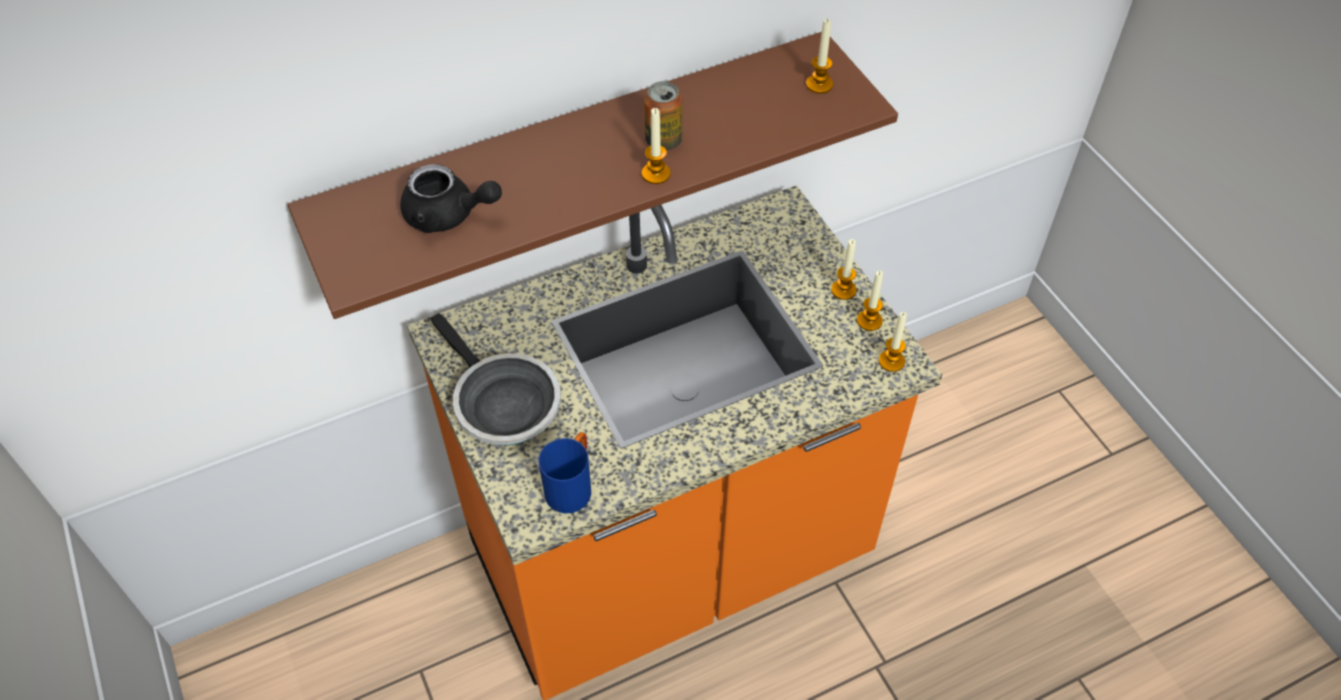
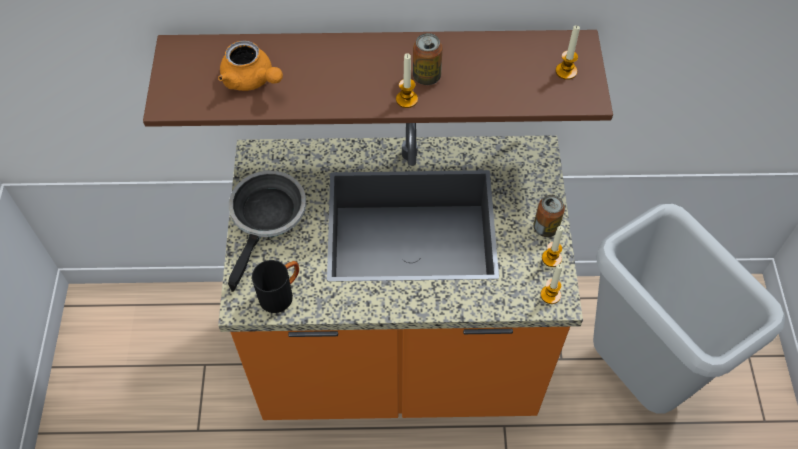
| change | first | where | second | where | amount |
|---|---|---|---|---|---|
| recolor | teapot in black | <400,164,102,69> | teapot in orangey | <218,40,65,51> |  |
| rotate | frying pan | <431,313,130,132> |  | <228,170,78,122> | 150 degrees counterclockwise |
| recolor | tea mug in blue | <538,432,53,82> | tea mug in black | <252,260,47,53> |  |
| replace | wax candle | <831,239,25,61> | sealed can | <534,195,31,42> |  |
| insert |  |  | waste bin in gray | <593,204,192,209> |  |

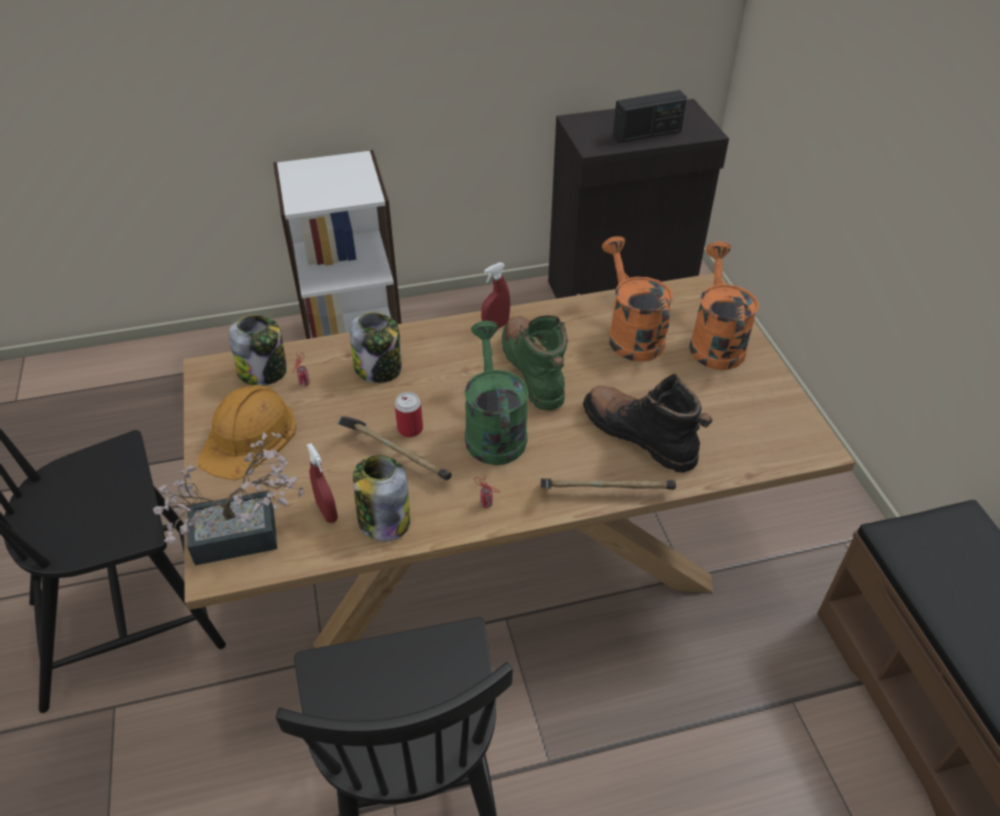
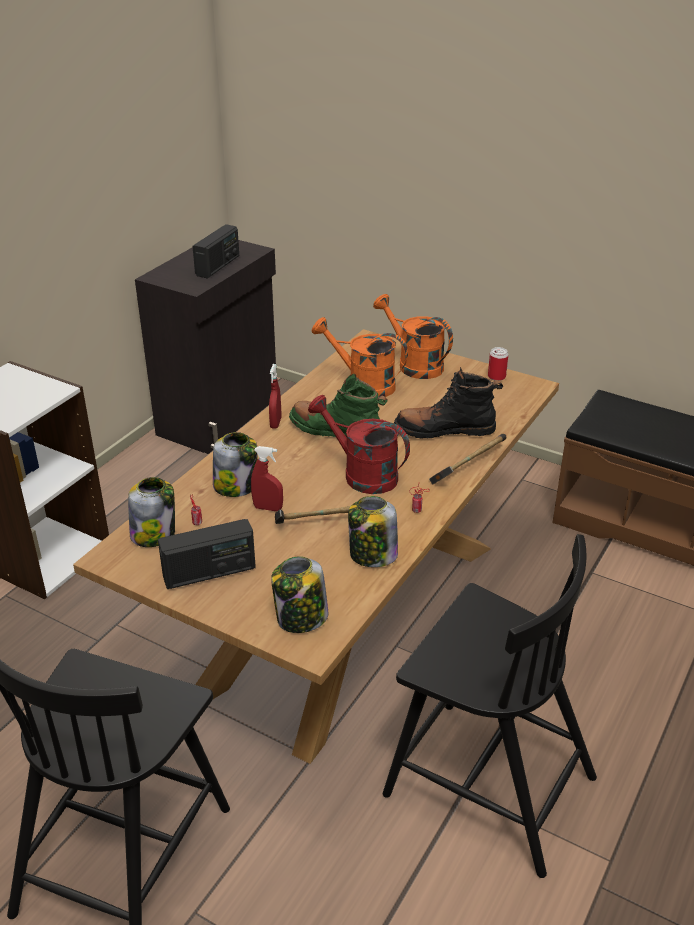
| change | first | where | second | where | amount |
|---|---|---|---|---|---|
| replace | hard hat in orangey | <198,385,98,96> | radio | <158,519,98,70> |  |
| move | sprayer in red-coloured | <307,443,31,80> |  | <251,446,32,65> |  |
| replace | plant in a pot | <153,433,151,132> | preserve jar | <271,556,57,77> |  |
| recolor | watering pot in green | <464,321,65,144> | watering pot in red-coloured | <308,395,102,99> |  |
| move | sealed can | <395,392,28,45> |  | <488,347,20,34> |  |

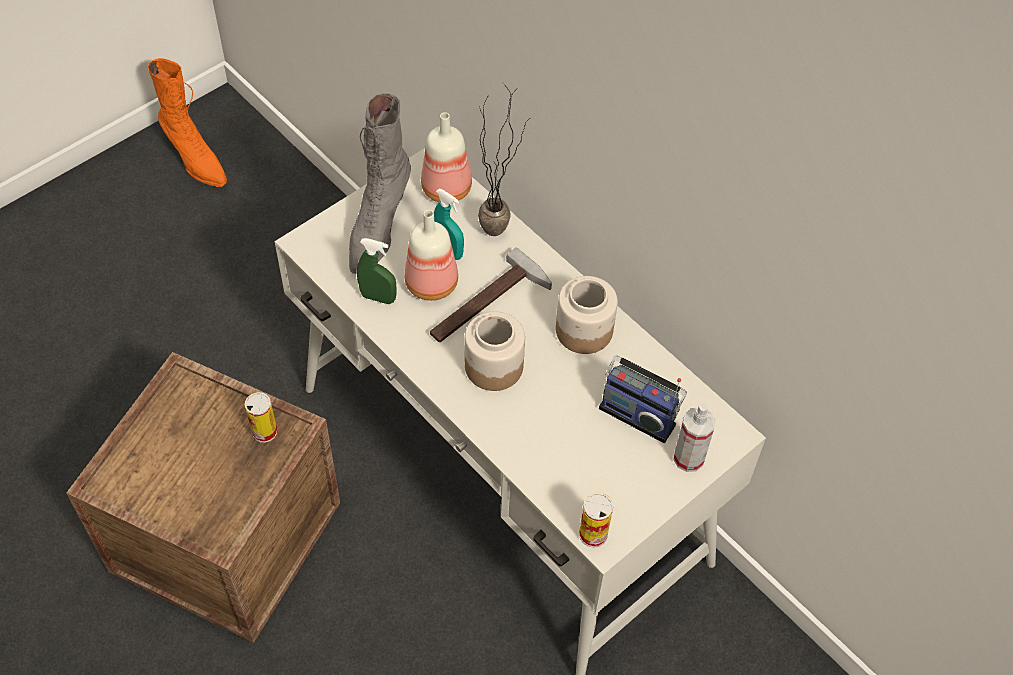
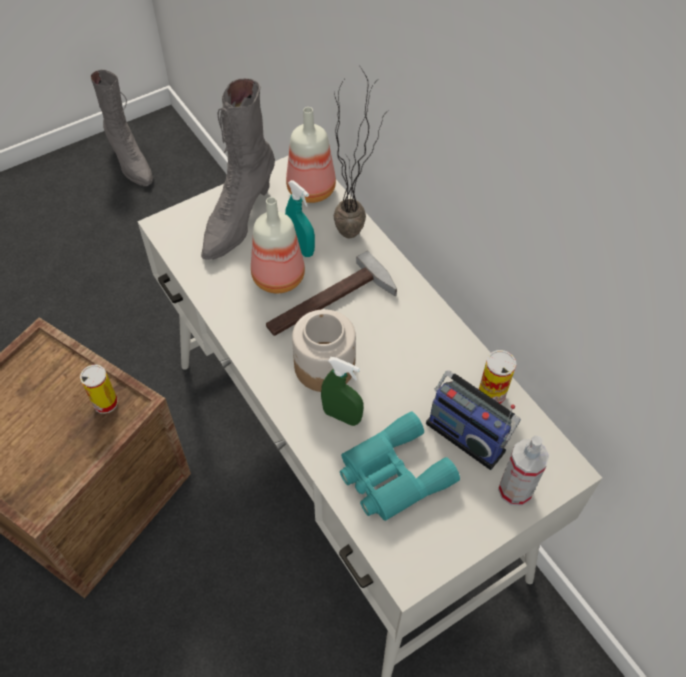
| change | first | where | second | where | amount |
|---|---|---|---|---|---|
| recolor | tall boot in orangey | <147,58,80,129> | tall boot in gray | <90,69,63,117> |  |
| move | sprayer in green | <357,238,39,66> |  | <321,357,43,69> |  |
| insert |  |  | field glasses in blue-green | <340,411,120,110> |  |
| move | sealed can | <579,493,34,55> |  | <479,350,37,54> |  |
| delete | preserve jar | <556,276,62,78> |  |  |  |

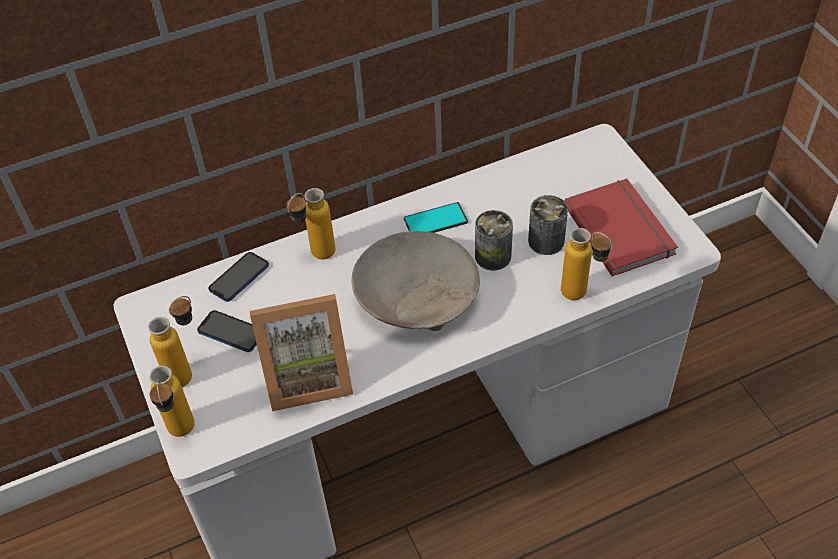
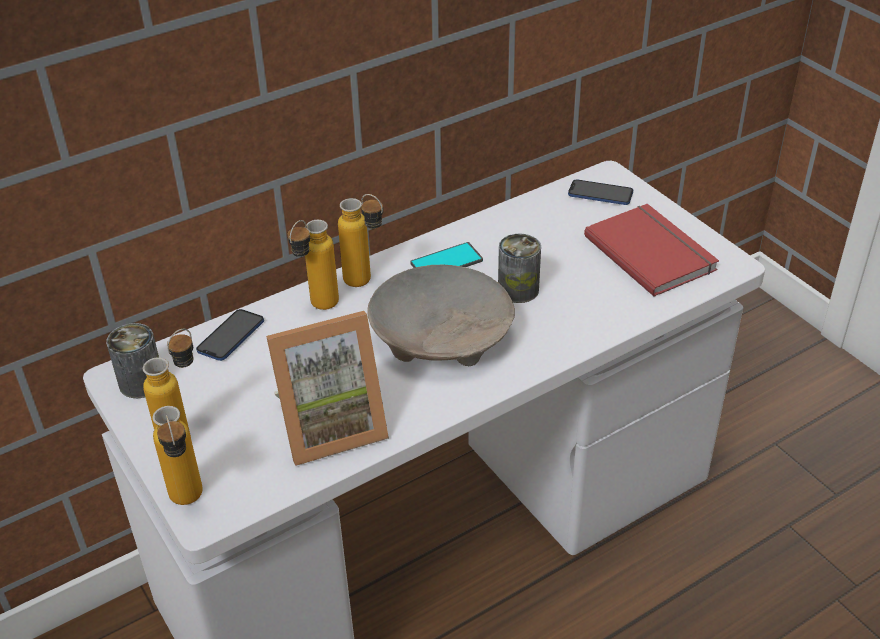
| change | first | where | second | where | amount |
|---|---|---|---|---|---|
| move | sealed can | <528,195,40,60> |  | <106,323,53,75> |  |
| move | beverage bottle | <561,228,51,72> |  | <338,194,45,93> |  |
| move | handset | <197,310,60,42> |  | <568,180,65,25> |  |

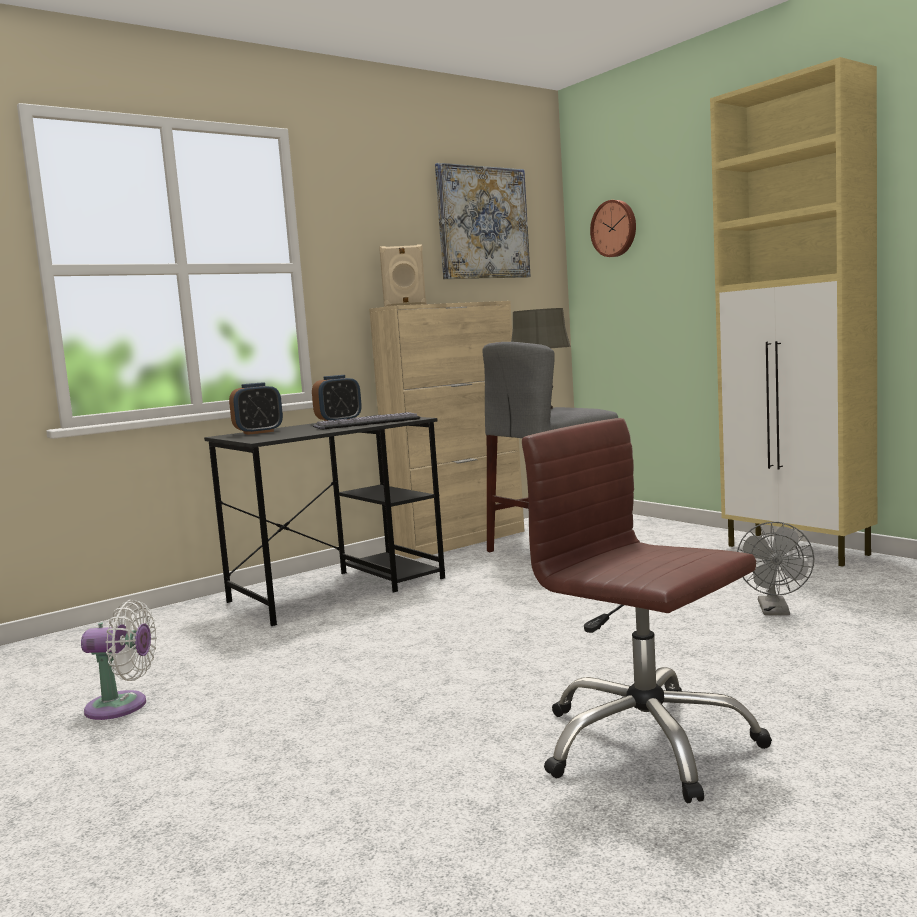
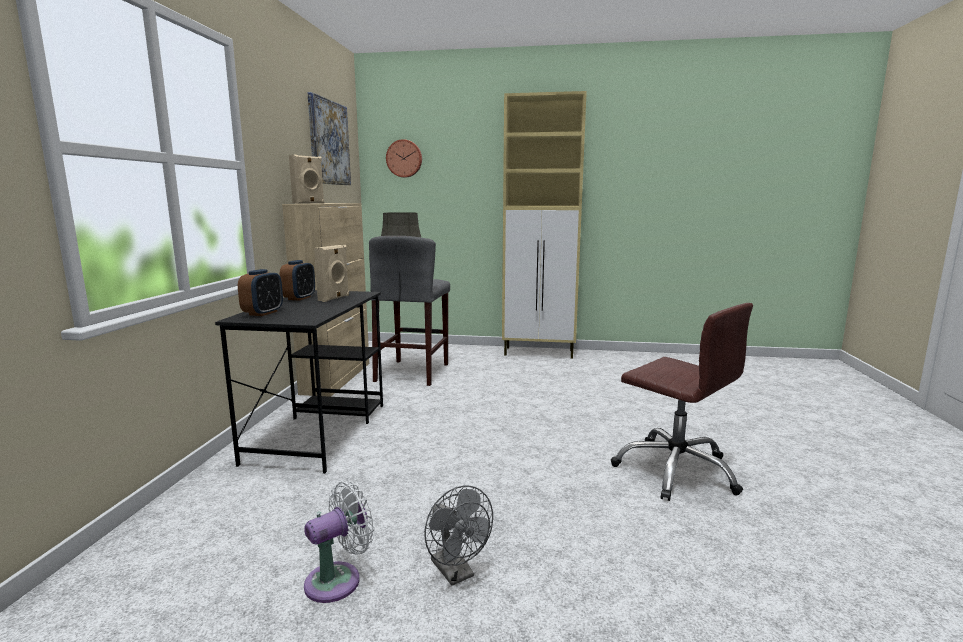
| change | first | where | second | where | amount |
|---|---|---|---|---|---|
| replace | computer keyboard | <313,412,108,17> | speaker in beige | <314,245,35,57> |  |
| move | cooling fan in gray | <737,521,77,94> |  | <424,486,69,100> |  |
| rotate | office chair in brown | <522,418,250,385> |  | <611,303,142,198> | 135 degrees counterclockwise |

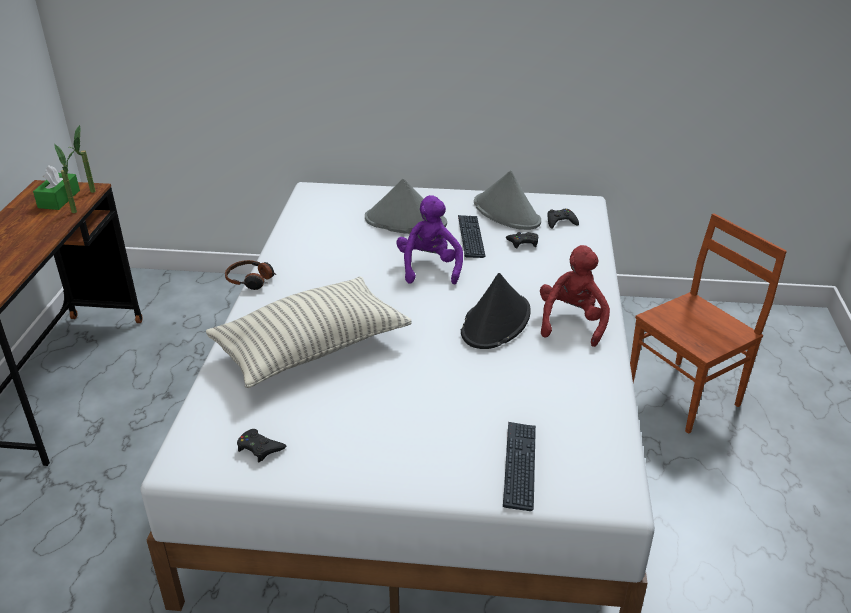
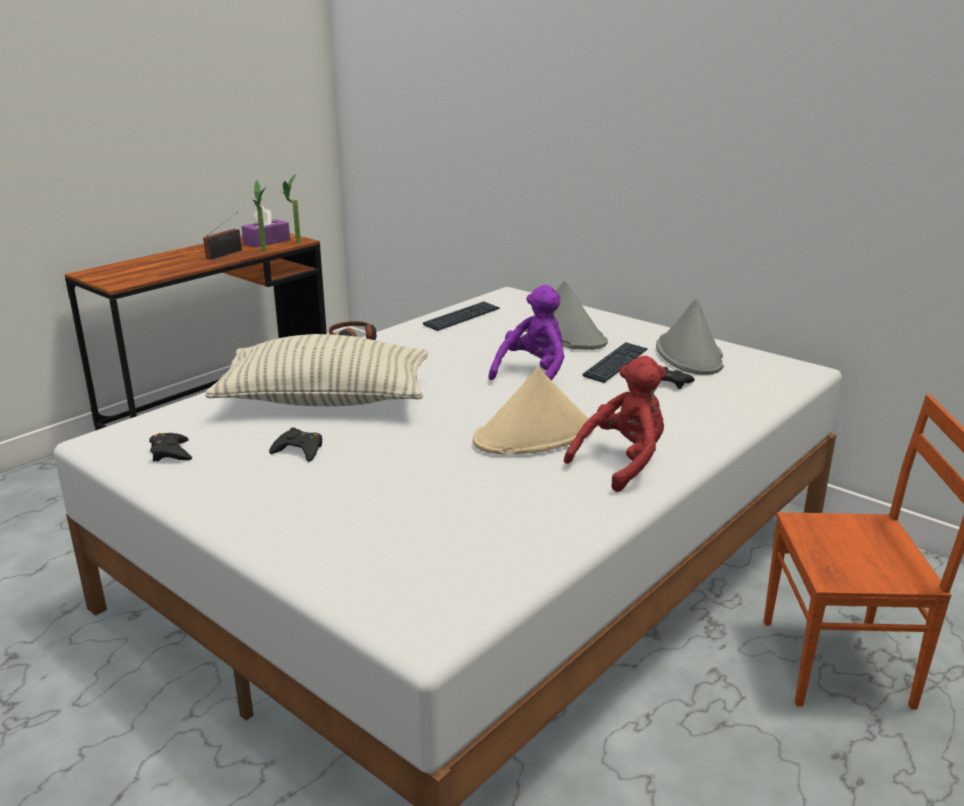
| change | first | where | second | where | amount |
|---|---|---|---|---|---|
| insert |  |  | radio | <203,212,39,48> |  |
| recolor | tissue holder in green | <33,165,47,45> | tissue holder in purple-coloured | <241,206,49,42> |  |
| move | joypad in black | <547,209,32,20> |  | <269,427,53,35> |  |
| move | computer keyboard | <503,422,33,89> |  | <423,301,77,30> |  |
| recolor | hat in black | <461,273,69,76> | hat in beige | <473,367,121,87> |  |

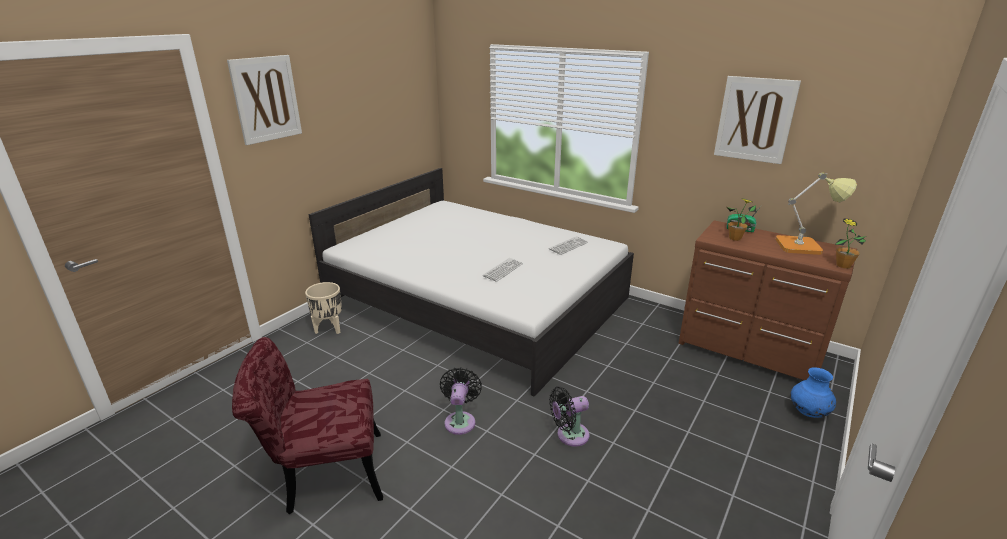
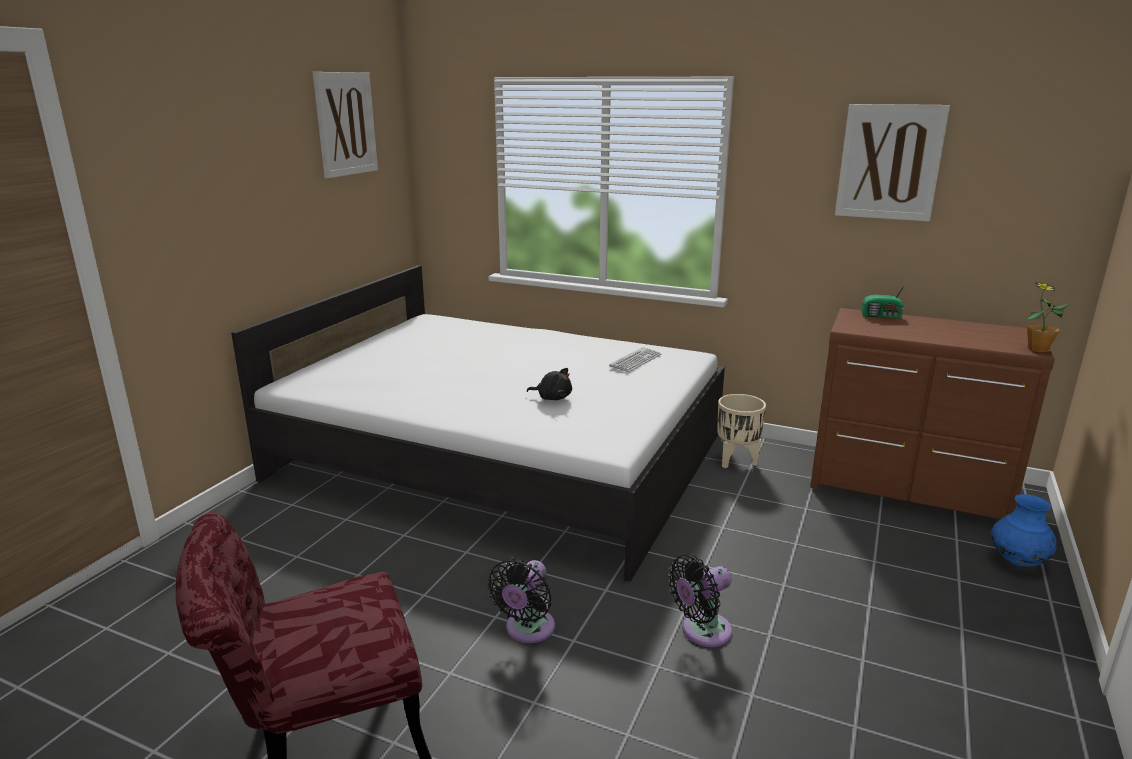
| change | first | where | second | where | amount |
|---|---|---|---|---|---|
| move | wall art | <227,55,75,90> |  | <313,72,65,107> |  |
| rotate | cooling fan in black | <440,367,42,68> |  | <488,559,67,84> | 150 degrees counterclockwise |
| replace | computer keyboard | <483,258,40,24> | plush toy in black | <527,368,45,32> |  |
| move | plant pot in beige | <305,282,37,52> |  | <717,394,49,74> |  |
| delete | plant in a pot | <727,199,29,42> |  |  |  |
| delete | lamp for a table | <775,172,82,83> |  |  |  |

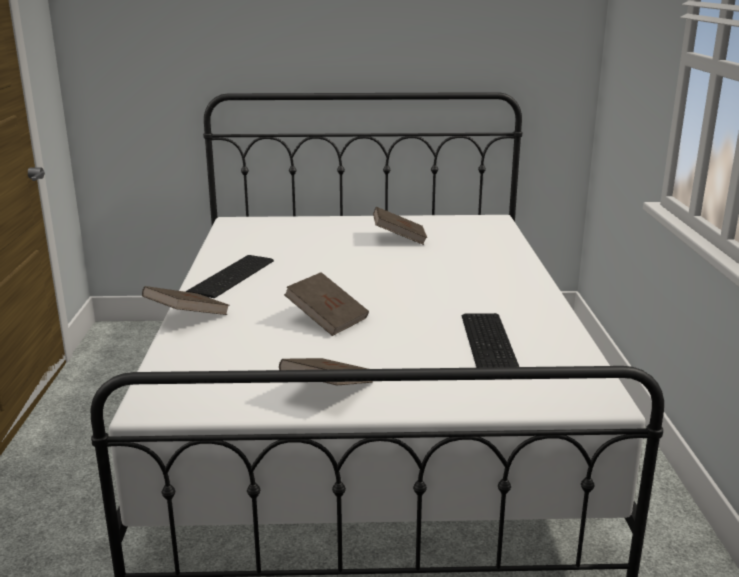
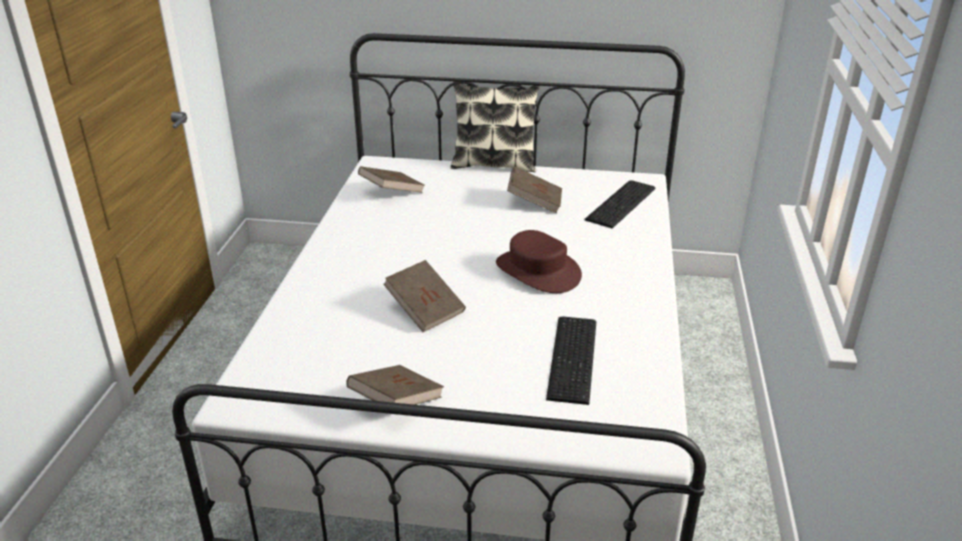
| change | first | where | second | where | amount |
|---|---|---|---|---|---|
| move | bound book in brown | <142,286,88,29> |  | <358,166,66,27> |  |
| insert |  |  | throw pillow | <450,81,90,91> |  |
| insert |  |  | hat in brown | <496,230,86,63> |  |
| move | computer keyboard | <185,255,89,43> |  | <584,180,72,49> |  |

